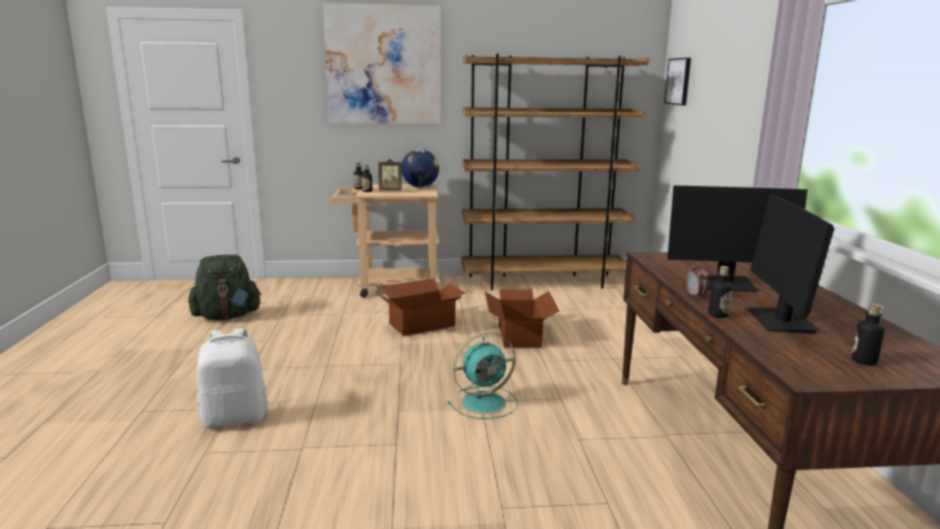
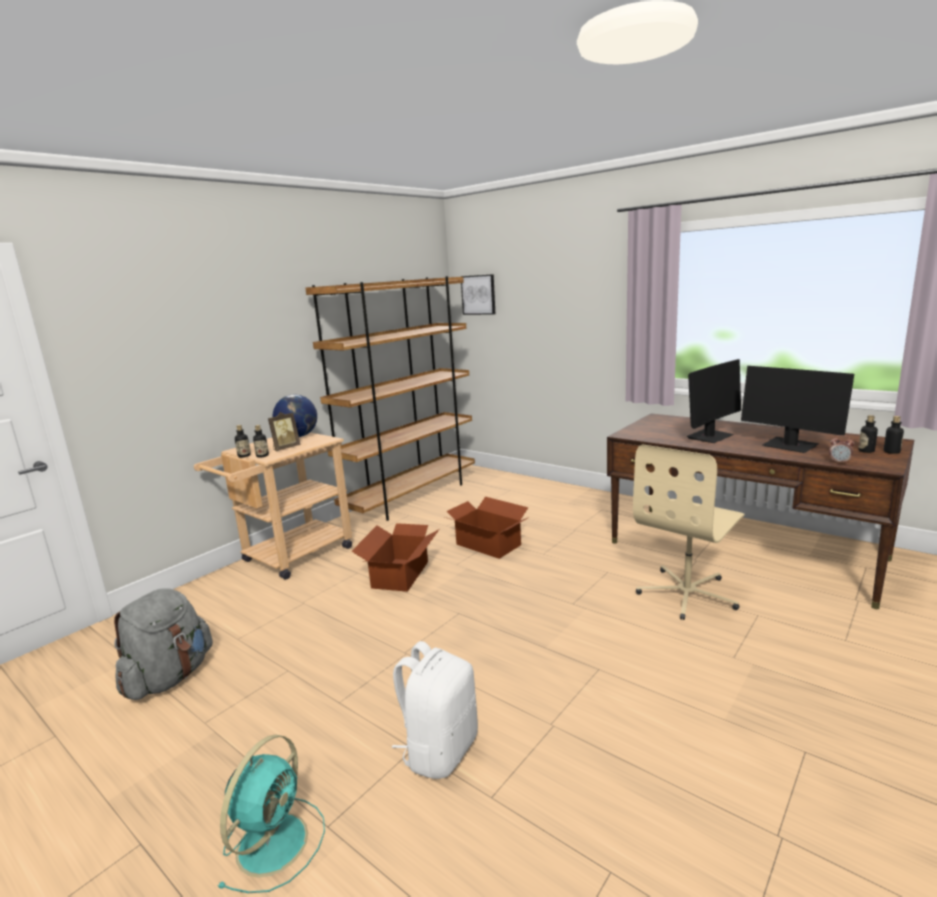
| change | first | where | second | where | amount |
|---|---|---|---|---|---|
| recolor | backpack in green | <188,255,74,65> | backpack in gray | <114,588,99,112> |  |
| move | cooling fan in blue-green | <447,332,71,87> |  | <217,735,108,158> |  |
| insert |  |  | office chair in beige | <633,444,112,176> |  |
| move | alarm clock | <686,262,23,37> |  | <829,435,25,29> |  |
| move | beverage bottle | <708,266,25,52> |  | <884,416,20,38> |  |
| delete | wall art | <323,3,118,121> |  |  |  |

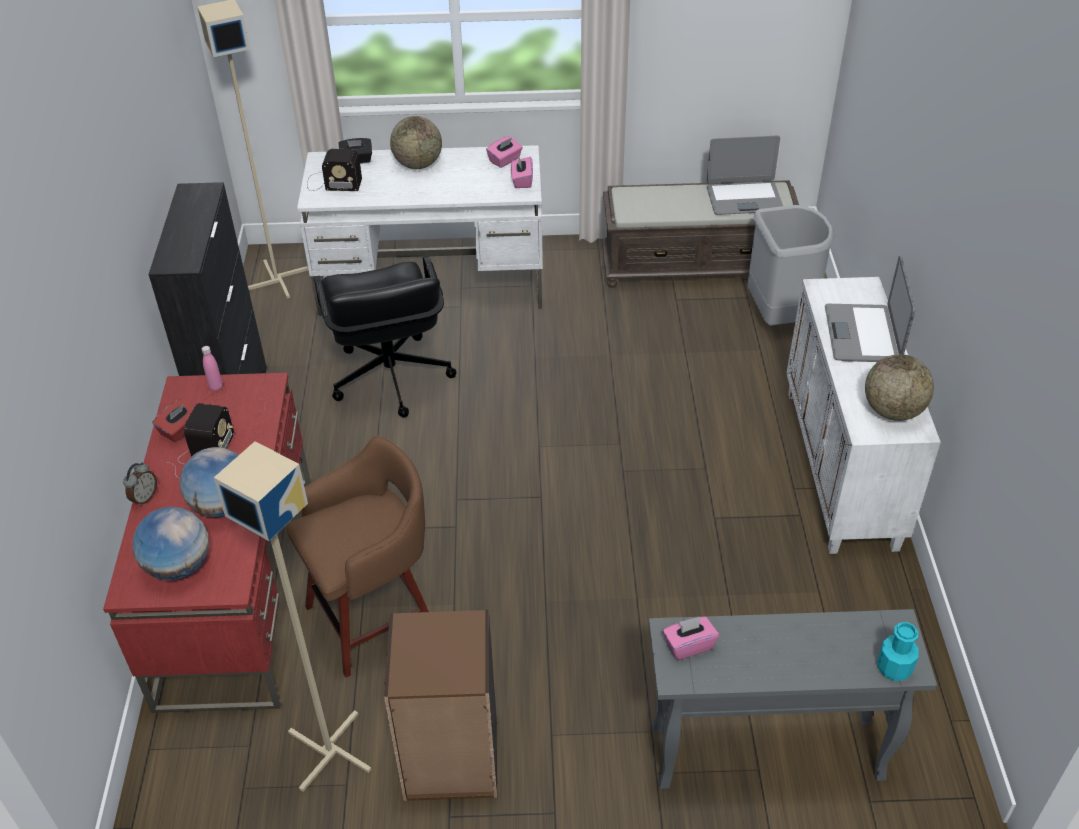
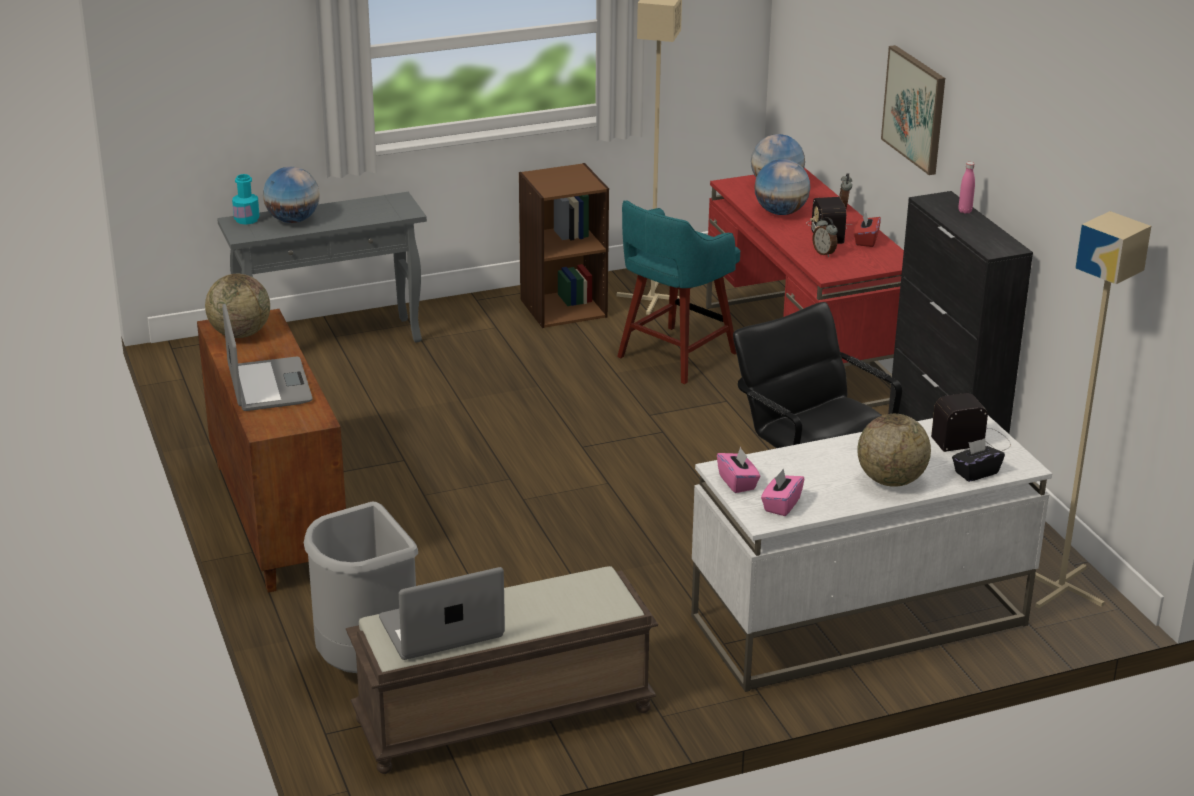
| change | first | where | second | where | amount |
|---|---|---|---|---|---|
| recolor | cabinet in white-coloured | <786,277,155,277> | cabinet in brown | <197,309,149,284> |  |
| insert |  |  | desk globe | <263,167,57,56> |  |
| recolor | stool in brown | <286,436,143,242> | stool in blue-green | <617,200,123,184> |  |
| insert |  |  | alarm clock | <812,217,26,40> |  |
| insert |  |  | wall art | <881,45,64,130> |  |
| move | beverage bottle in pinkish | <202,346,21,45> |  | <958,162,17,52> |  |
| delete | tissue holder in pinkish | <663,616,56,44> |  |  |  |

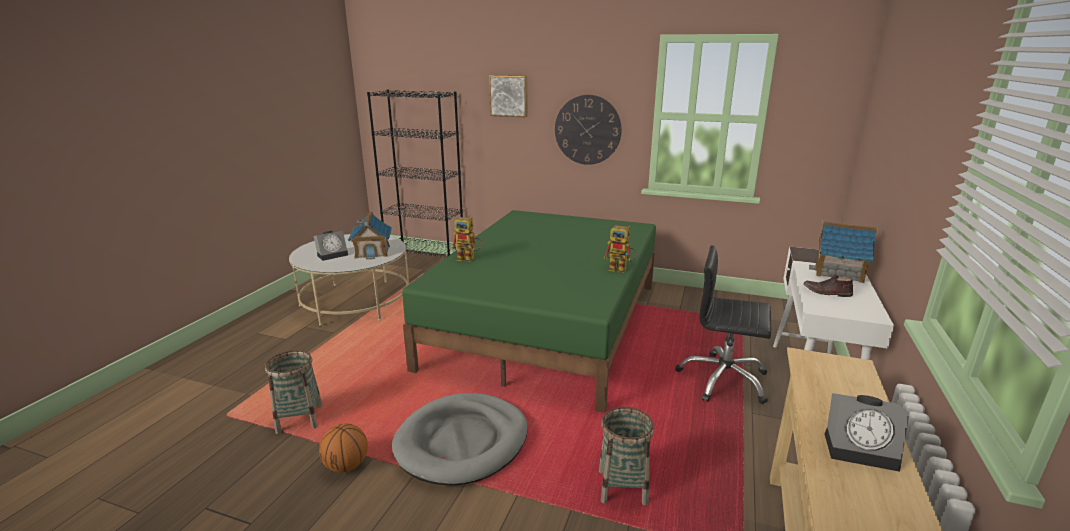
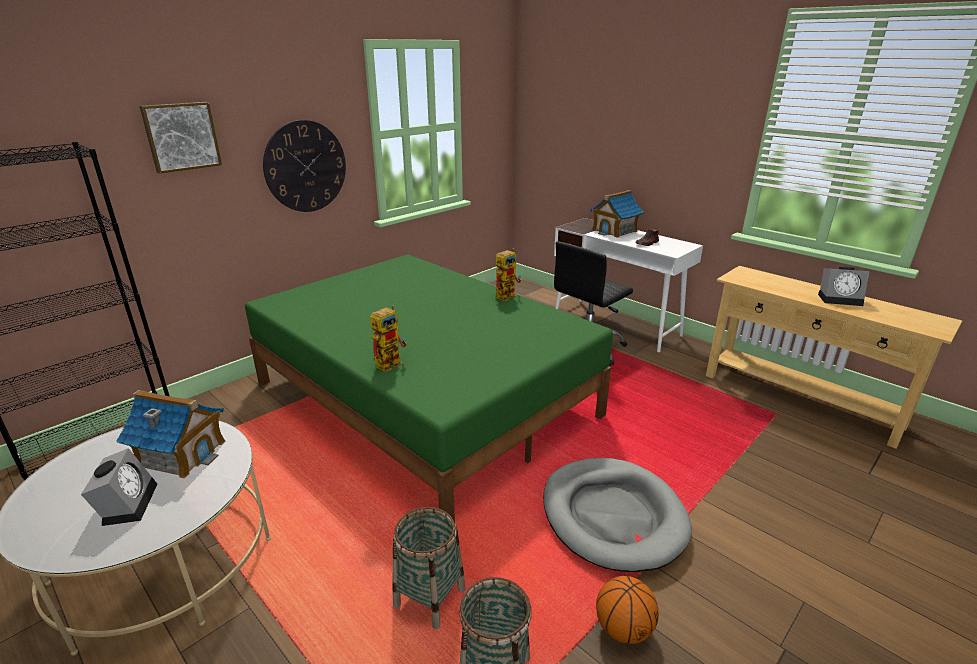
| change | first | where | second | where | amount |
|---|---|---|---|---|---|
| move | household basket | <599,407,55,99> |  | <392,507,73,122> |  |
| rotate | alarm clock | <825,393,84,79> |  | <818,267,52,39> | 60 degrees clockwise |

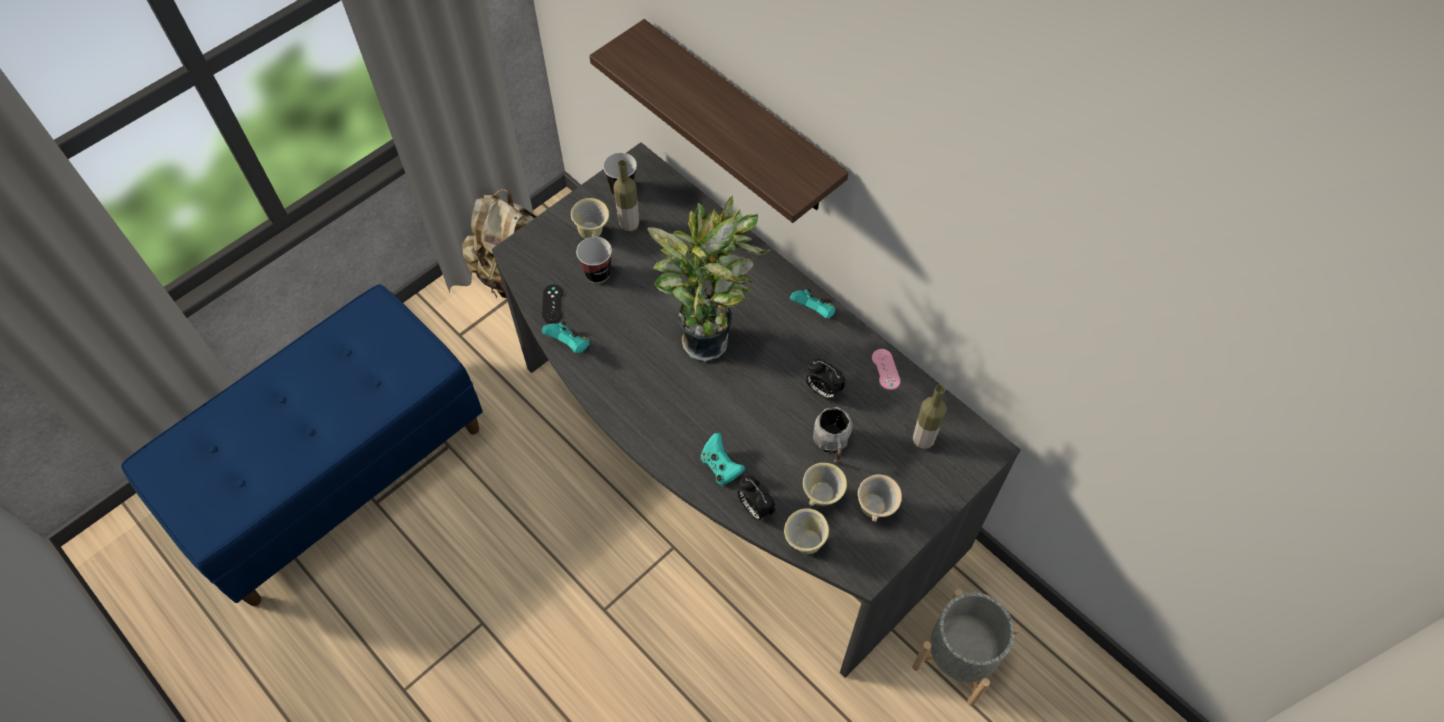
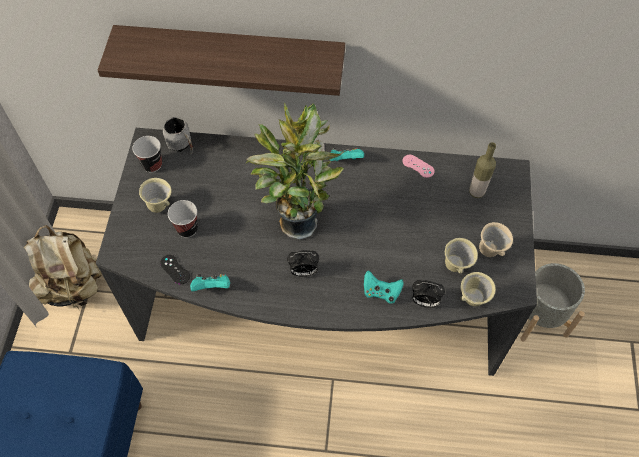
| change | first | where | second | where | amount |
|---|---|---|---|---|---|
| move | tea mug in gray | <813,407,40,56> |  | <163,117,30,37> |  |
| move | alarm clock | <806,359,40,40> |  | <287,250,32,27> |  |
| delete | beverage bottle | <613,160,26,72> |  |  |  |

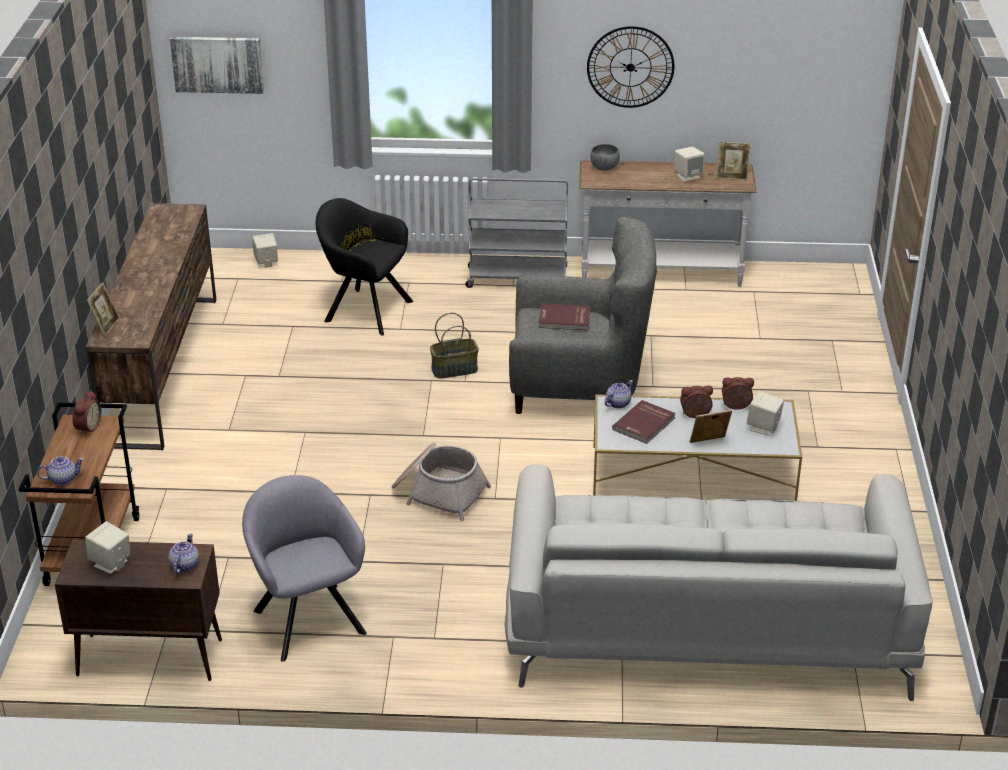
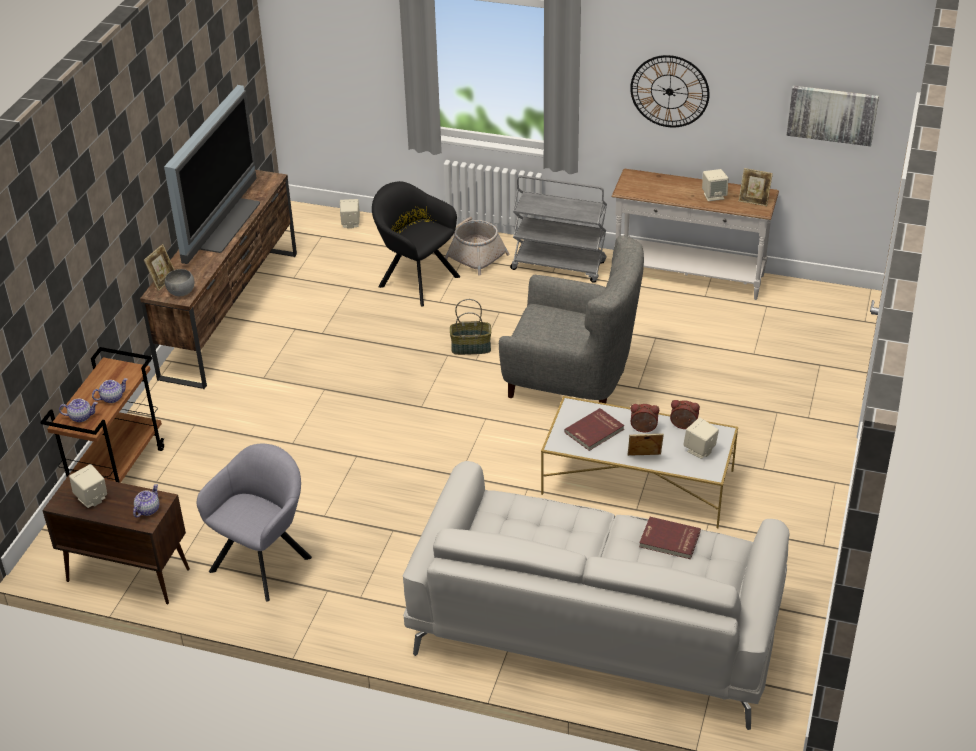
| change | first | where | second | where | amount |
|---|---|---|---|---|---|
| move | teapot | <605,380,28,28> |  | <92,378,36,25> |  |
| insert |  |  | television | <164,85,96,179> |  |
| move | serving bowl in gray | <590,144,30,27> |  | <165,269,29,27> |  |
| rotate | armchair in gray | <242,475,125,187> |  | <197,444,115,158> | 45 degrees clockwise |
| move | household basket | <391,443,100,78> |  | <445,217,64,59> |  |
| move | bound book in red-coloured | <539,303,52,27> |  | <639,517,62,42> |  |
| move | wall art | <170,37,94,57> |  | <787,86,92,60> |  |
| delete | alarm clock | <72,391,30,44> |  |  |  |

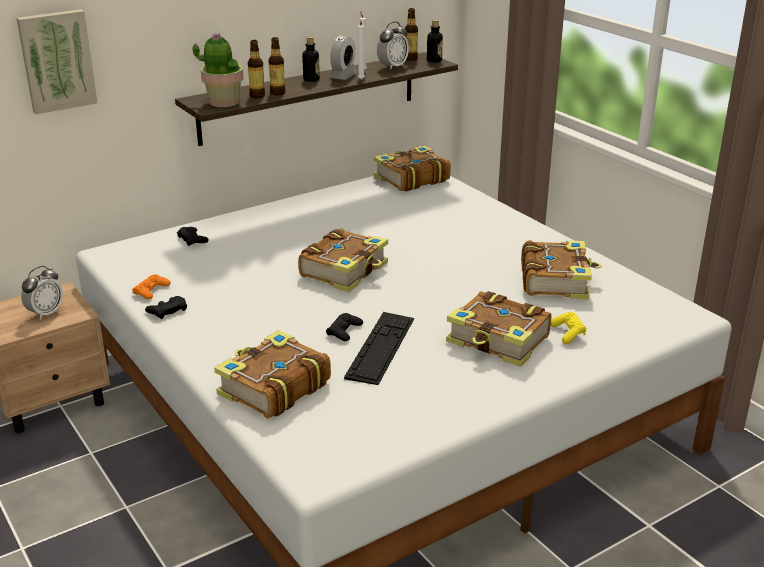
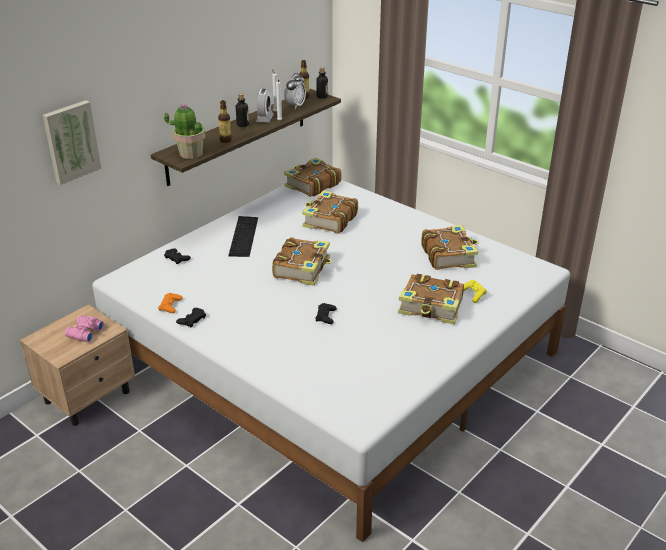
| change | first | where | second | where | amount |
|---|---|---|---|---|---|
| replace | alarm clock | <21,266,42,54> | field glasses in pinkish | <65,316,39,26> |  |
| move | computer keyboard | <344,312,70,73> |  | <229,216,29,41> |  |
| move | bound book | <214,330,117,88> |  | <302,191,56,43> |  |
| delete | beverage bottle | <248,40,17,58> |  |  |  |

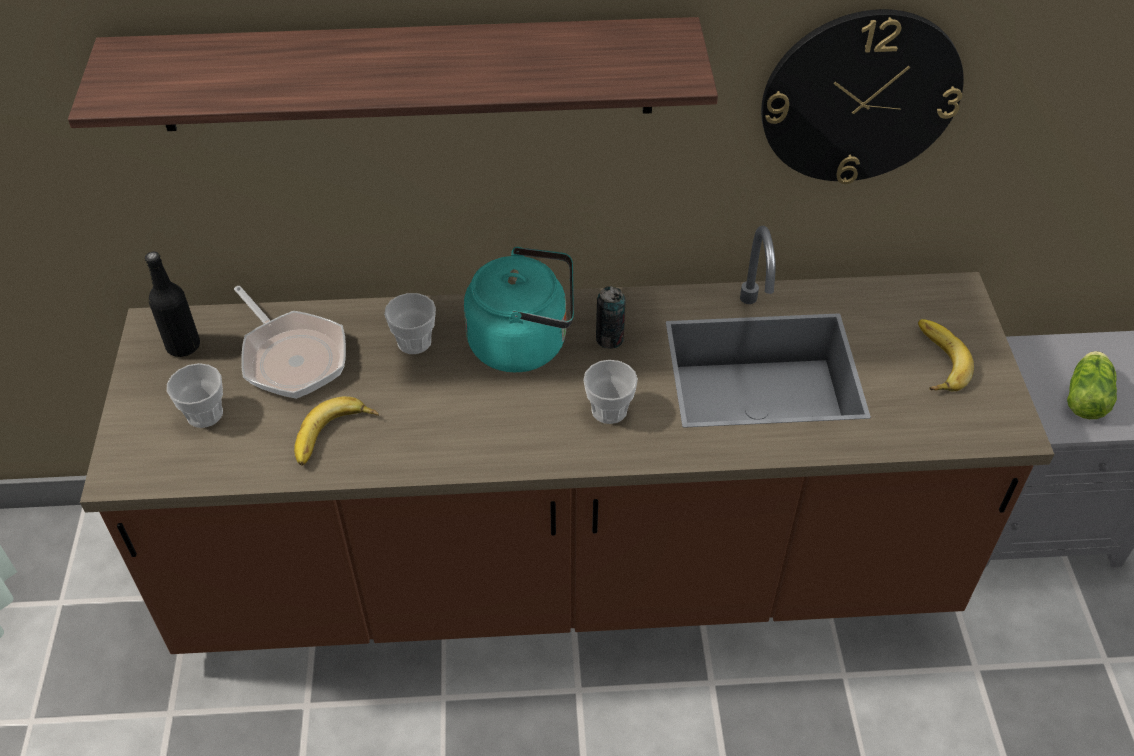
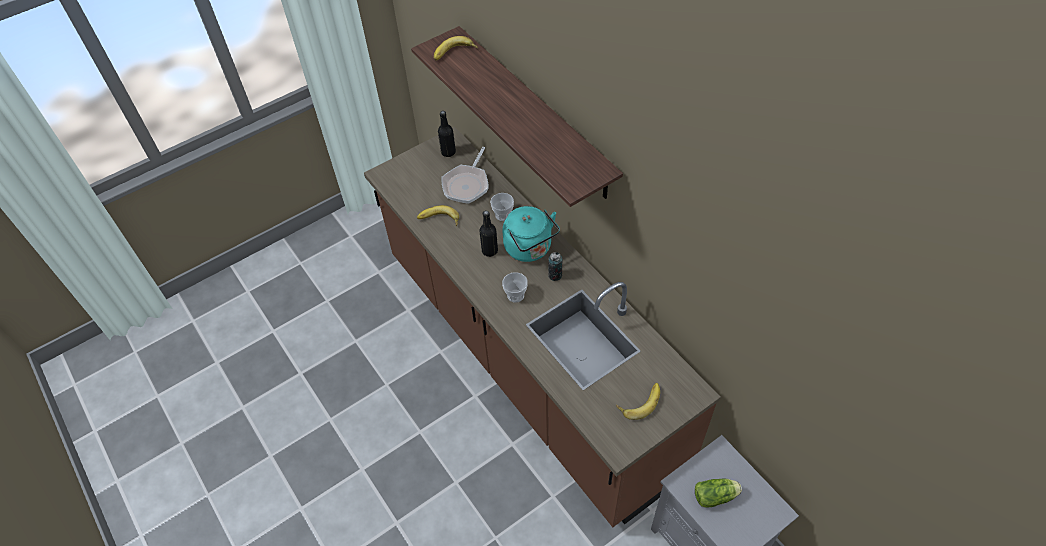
| change | first | where | second | where | amount |
|---|---|---|---|---|---|
| insert |  |  | banana fruit | <434,36,44,24> |  |
| insert |  |  | beverage bottle in black | <479,210,19,47> |  |
| delete | small cup | <167,363,56,65> |  |  |  |
| delete | clock on the wall | <761,9,203,175> |  |  |  |

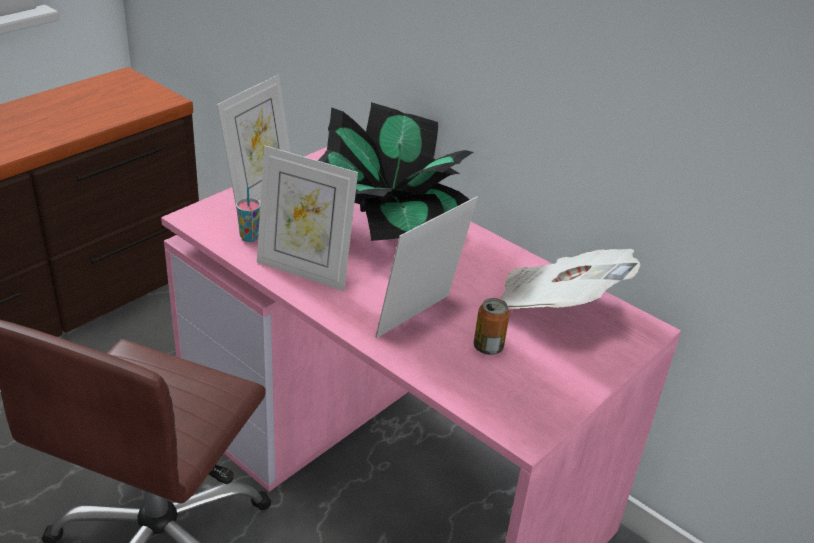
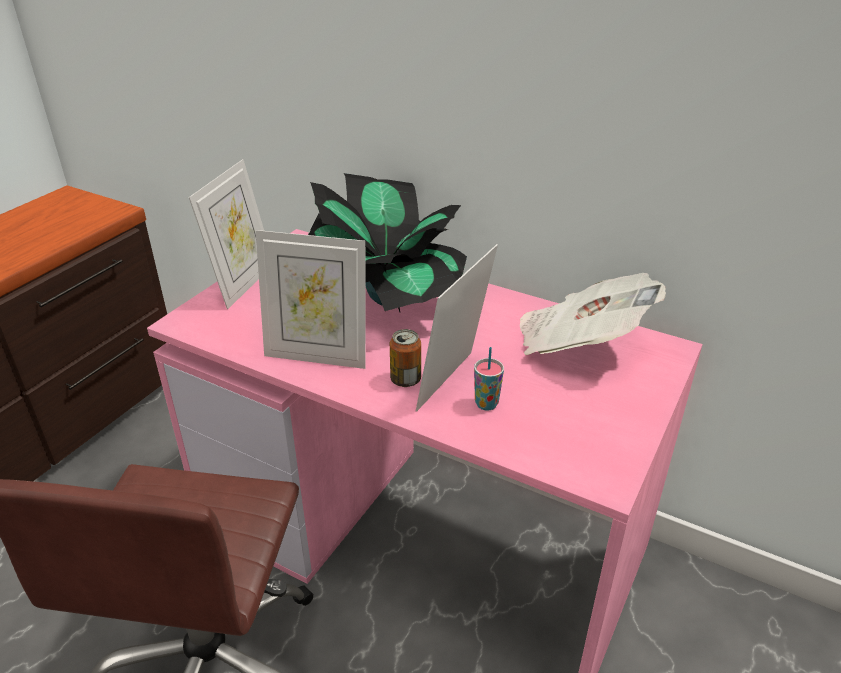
| change | first | where | second | where | amount |
|---|---|---|---|---|---|
| move | sealed can | <474,298,36,57> |  | <390,329,31,58> |  |
| move | small cup | <236,187,24,55> |  | <474,347,30,64> |  |

